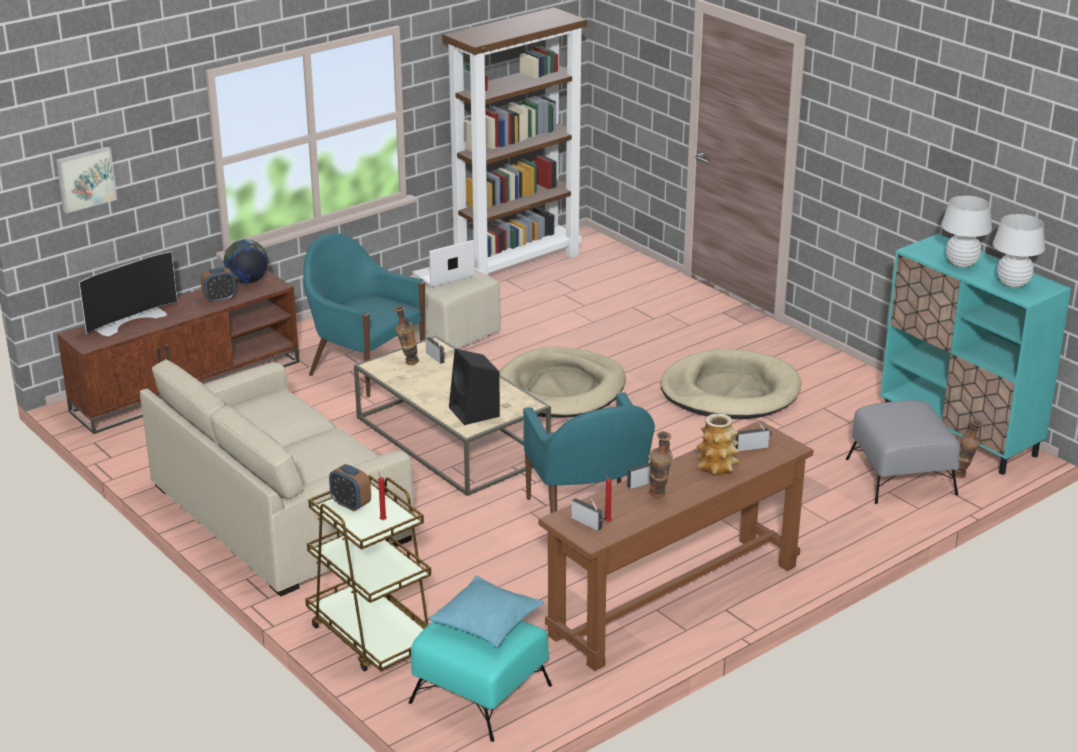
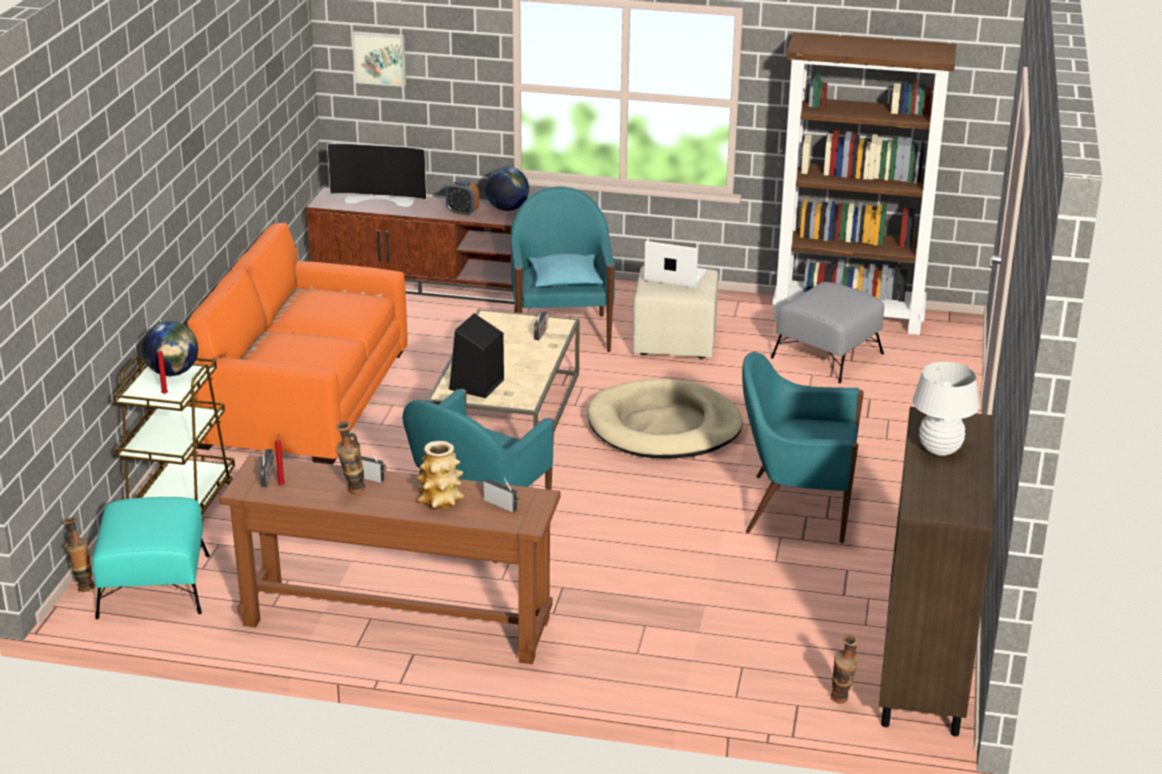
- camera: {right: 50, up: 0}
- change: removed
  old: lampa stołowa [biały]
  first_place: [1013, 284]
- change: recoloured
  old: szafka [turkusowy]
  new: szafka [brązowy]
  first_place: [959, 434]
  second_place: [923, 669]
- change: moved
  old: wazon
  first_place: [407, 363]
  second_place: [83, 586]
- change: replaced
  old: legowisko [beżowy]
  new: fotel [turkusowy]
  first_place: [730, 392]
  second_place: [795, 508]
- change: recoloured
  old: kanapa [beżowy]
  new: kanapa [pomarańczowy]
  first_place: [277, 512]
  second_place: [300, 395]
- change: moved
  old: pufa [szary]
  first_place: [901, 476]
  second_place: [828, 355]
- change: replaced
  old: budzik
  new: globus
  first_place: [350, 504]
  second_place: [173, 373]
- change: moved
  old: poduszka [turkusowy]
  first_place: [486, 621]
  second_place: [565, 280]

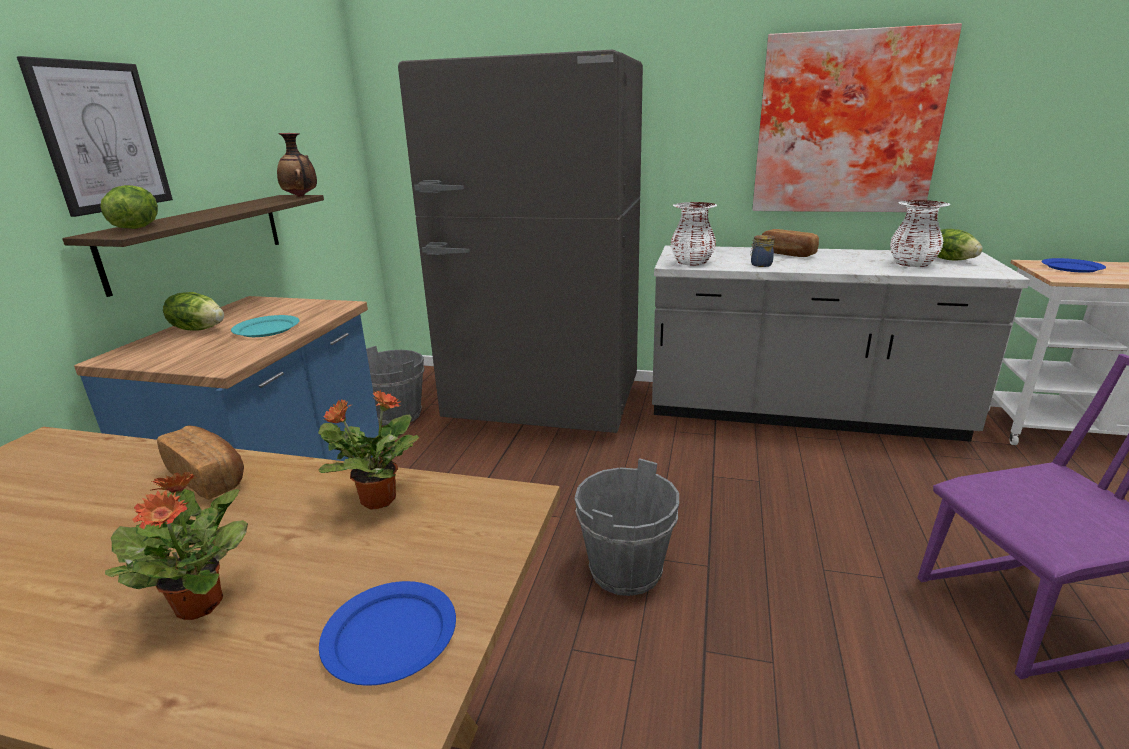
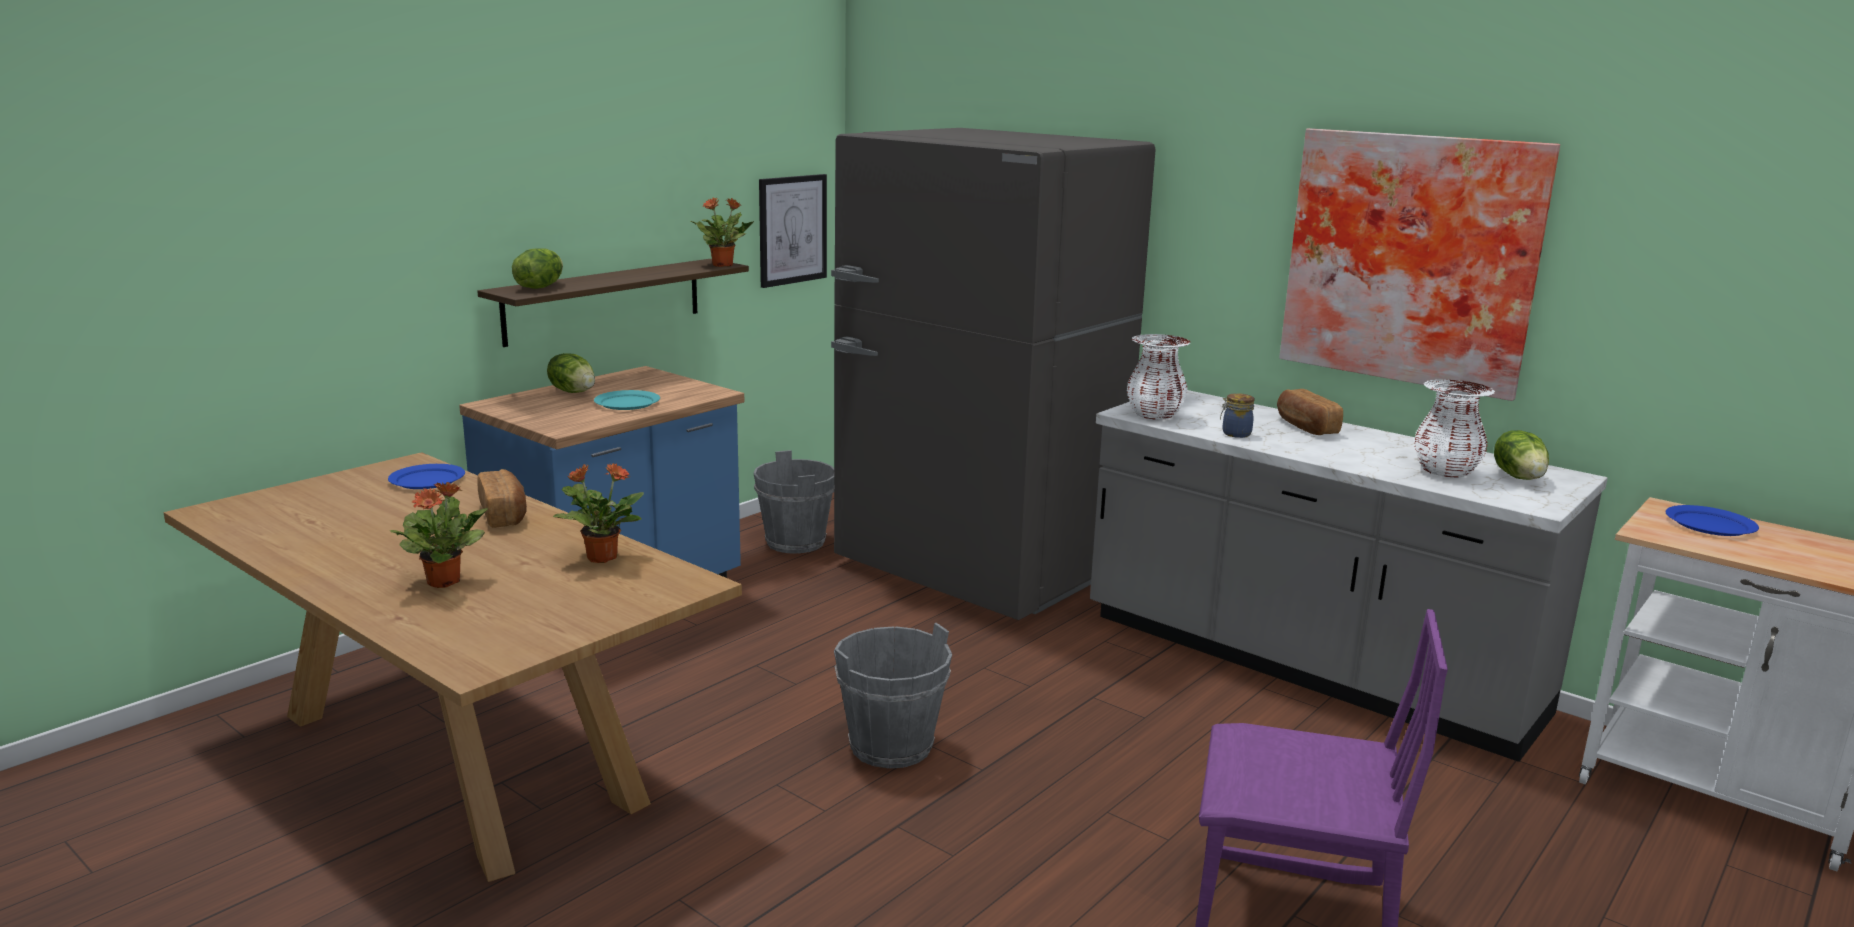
- camera: {right: 25, up: -5}
- change: moved
  old: obraz
  first_place: [102, 137]
  second_place: [792, 230]
- change: replaced
  old: wazon
  new: roślina doniczkowa
  first_place: [301, 196]
  second_place: [723, 265]
- change: moved
  old: talerz [niebieski]
  first_place: [391, 635]
  second_place: [427, 480]

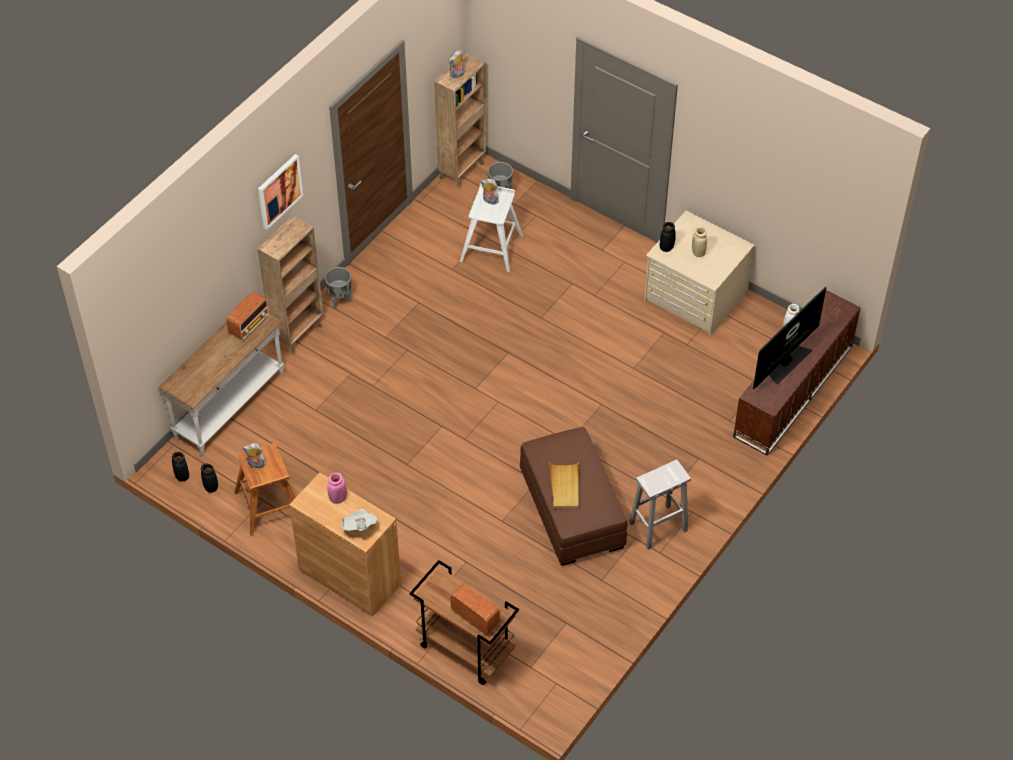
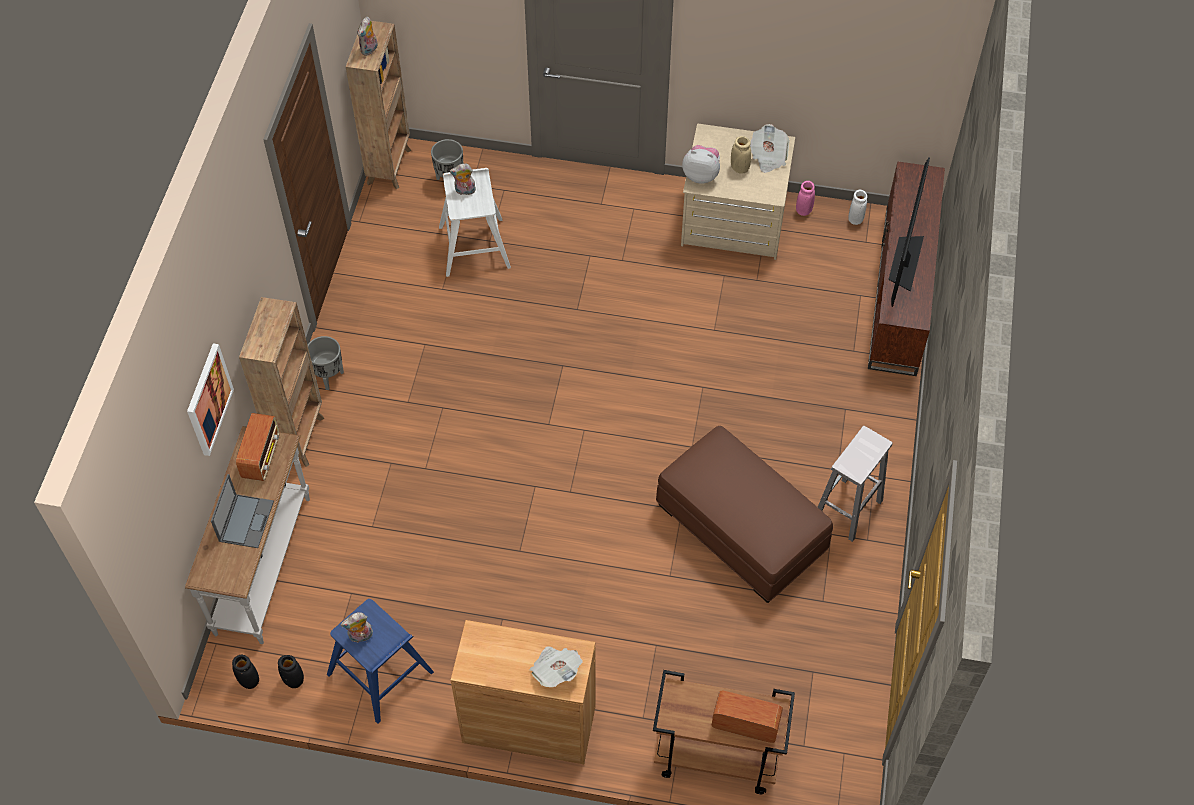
- camera: {right: -25, up: 5}
- change: moved
  old: obraz
  first_place: [279, 191]
  second_place: [208, 399]
- change: replaced
  old: wazon [czarny]
  new: pluszak
  first_place: [666, 247]
  second_place: [701, 175]
- change: recoloured
  old: stołek [brązowy]
  new: stołek [niebieski]
  first_place: [269, 506]
  second_place: [381, 674]
- change: removed
  old: taca [beżowy]
  first_place: [565, 487]
- change: moved
  old: wazon [różowy]
  first_place: [338, 498]
  second_place: [804, 210]
- change: added
  new: gazeta
  second_place: [768, 157]
- change: added
  new: laptop
  second_place: [246, 520]

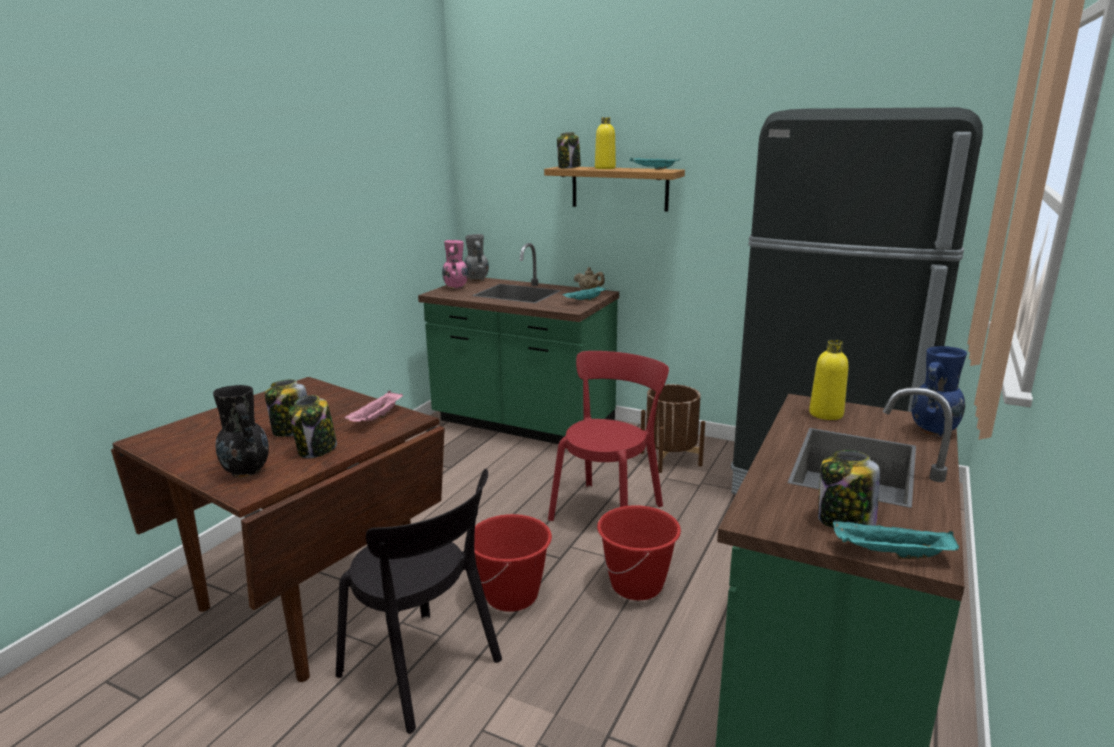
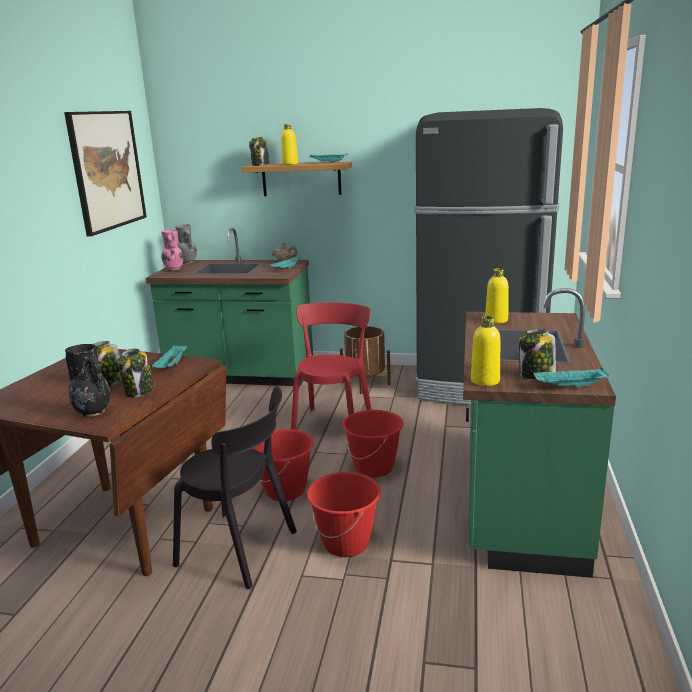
- camera: {right: -15, up: 0}
- change: removed
  old: wazon [niebieski]
  first_place: [932, 431]
- change: recoloured
  old: taca [różowy]
  new: taca [turkusowy]
  first_place: [376, 419]
  second_place: [172, 366]
- change: added
  new: obraz
  second_place: [107, 170]
- change: added
  new: butelka [żółty]
  second_place: [485, 381]
- change: added
  new: wiadro [czerwony]
  second_place: [346, 543]

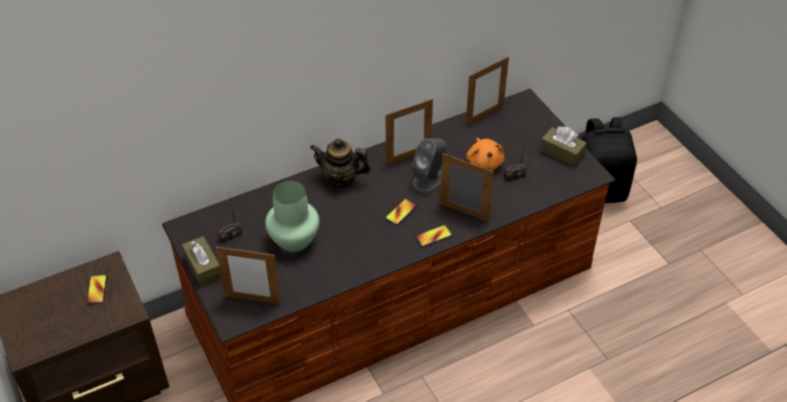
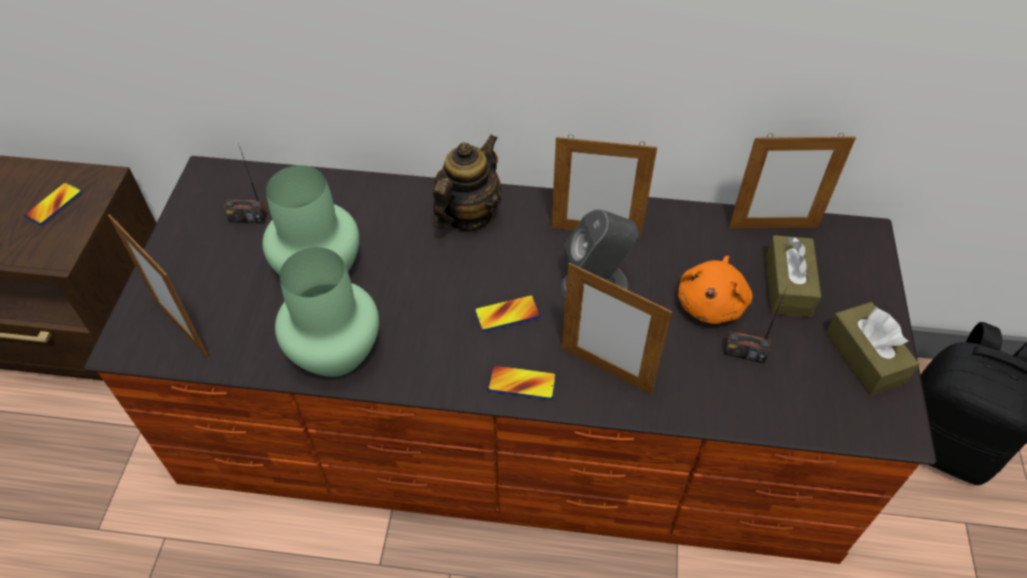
- camera: {right: 35, up: 5}
- change: turned
  old: imbryk
  first_place: [341, 179]
  second_place: [467, 215]
  degrees: 75
- change: turned
  old: ramka na zdjęcie
  first_place: [464, 212]
  second_place: [606, 370]
  degrees: 150
- change: moved
  old: pudełko chusteczek [brązowy]
  first_place: [203, 267]
  second_place: [788, 285]
- change: added
  new: wazon [zielony]
  second_place: [337, 353]

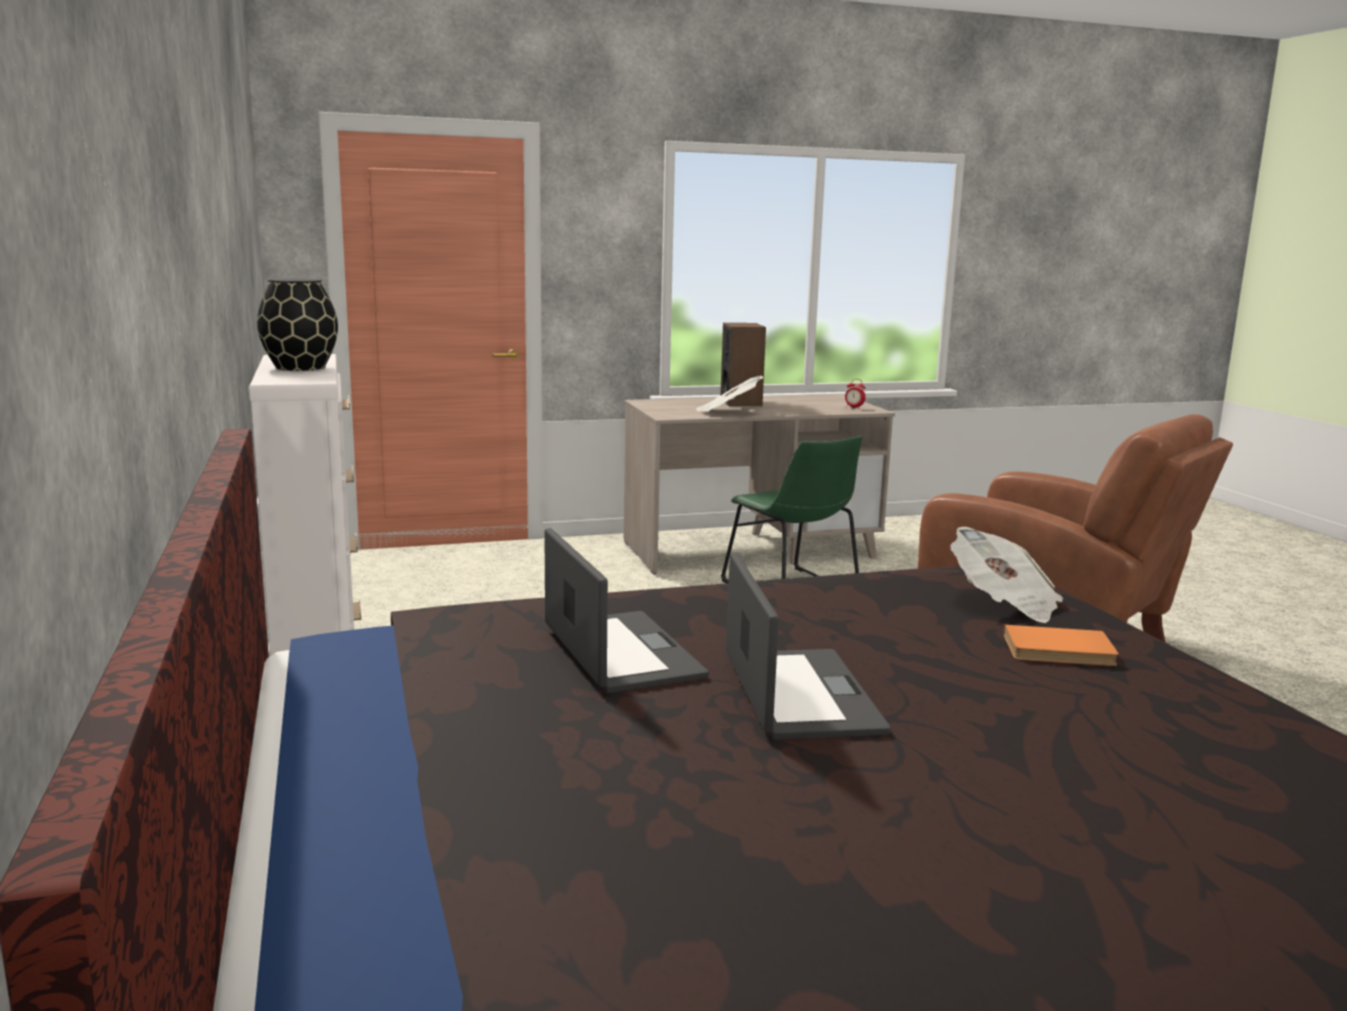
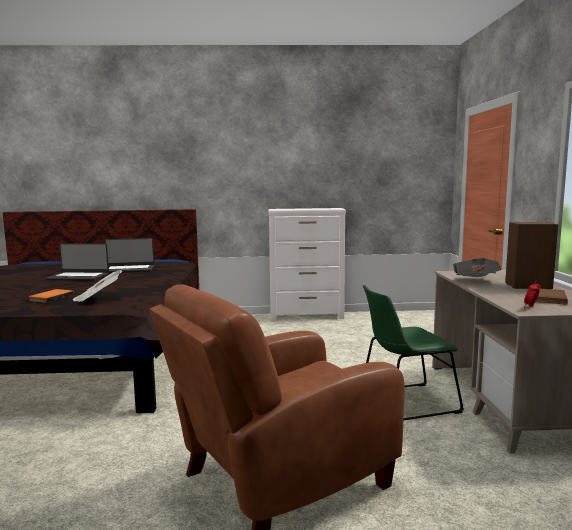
- camera: {right: 105, up: -5}
- change: removed
  old: wazon [czarny]
  first_place: [301, 367]
- change: added
  new: książka [brązowy]
  second_place: [547, 298]

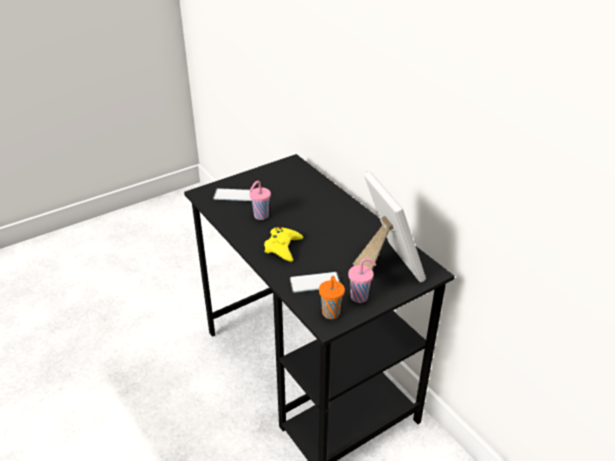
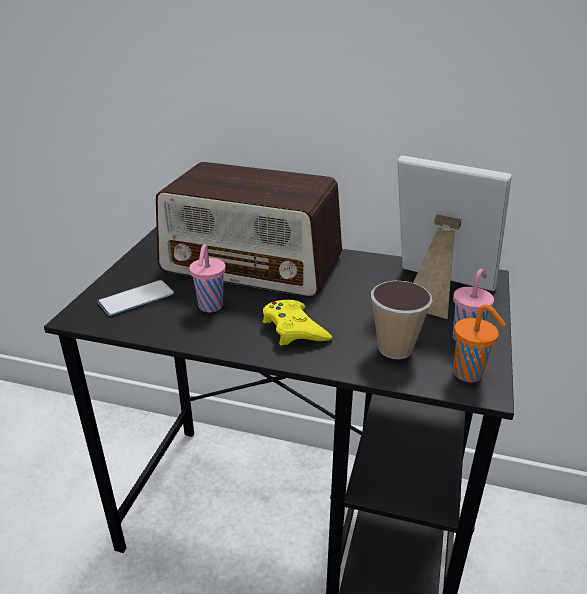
- camera: {right: -40, up: -5}
- change: replaced
  old: telefon
  new: filiżanka
  first_place: [315, 282]
  second_place: [395, 349]
- change: added
  new: radio
  second_place: [253, 264]

